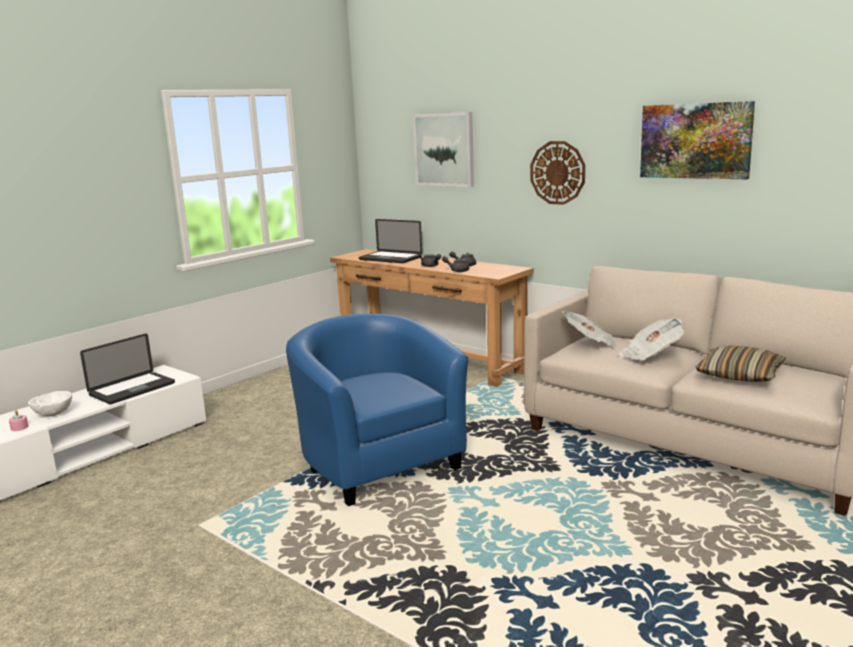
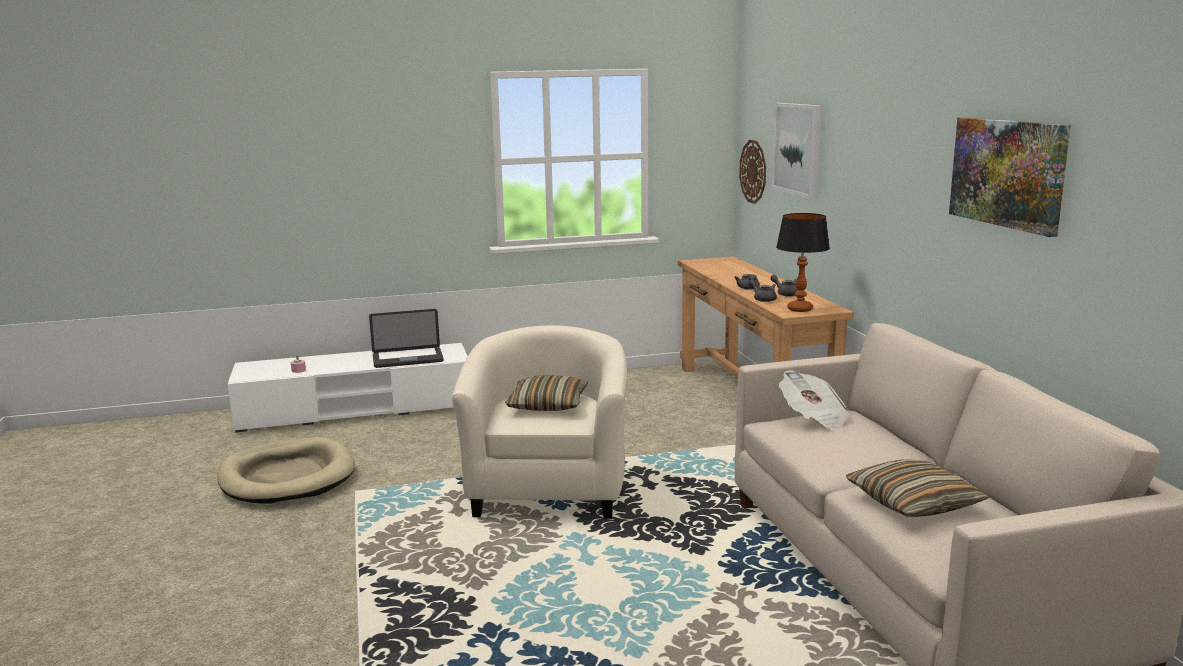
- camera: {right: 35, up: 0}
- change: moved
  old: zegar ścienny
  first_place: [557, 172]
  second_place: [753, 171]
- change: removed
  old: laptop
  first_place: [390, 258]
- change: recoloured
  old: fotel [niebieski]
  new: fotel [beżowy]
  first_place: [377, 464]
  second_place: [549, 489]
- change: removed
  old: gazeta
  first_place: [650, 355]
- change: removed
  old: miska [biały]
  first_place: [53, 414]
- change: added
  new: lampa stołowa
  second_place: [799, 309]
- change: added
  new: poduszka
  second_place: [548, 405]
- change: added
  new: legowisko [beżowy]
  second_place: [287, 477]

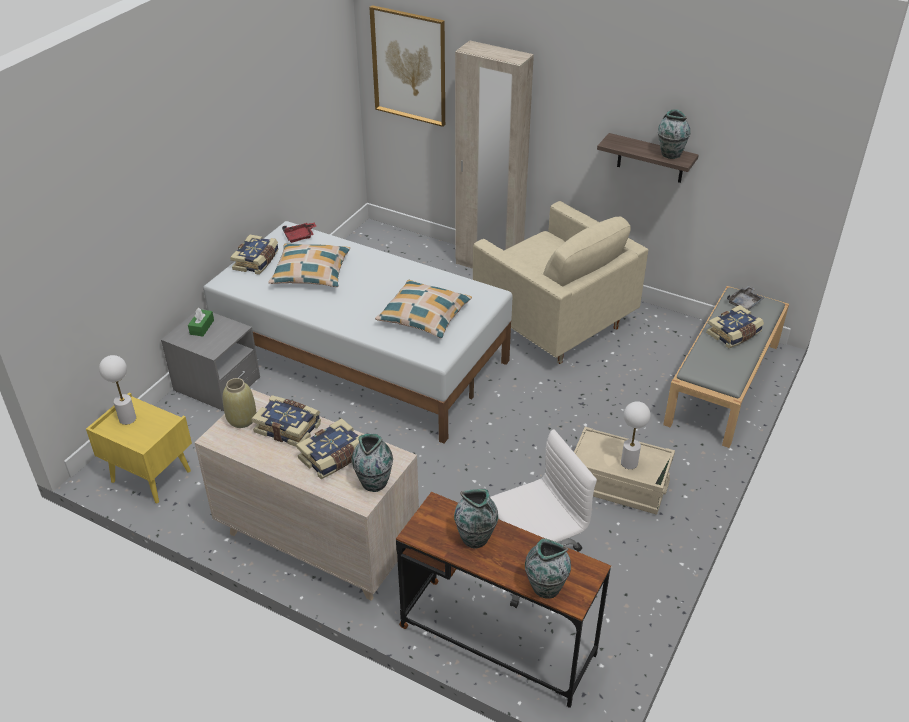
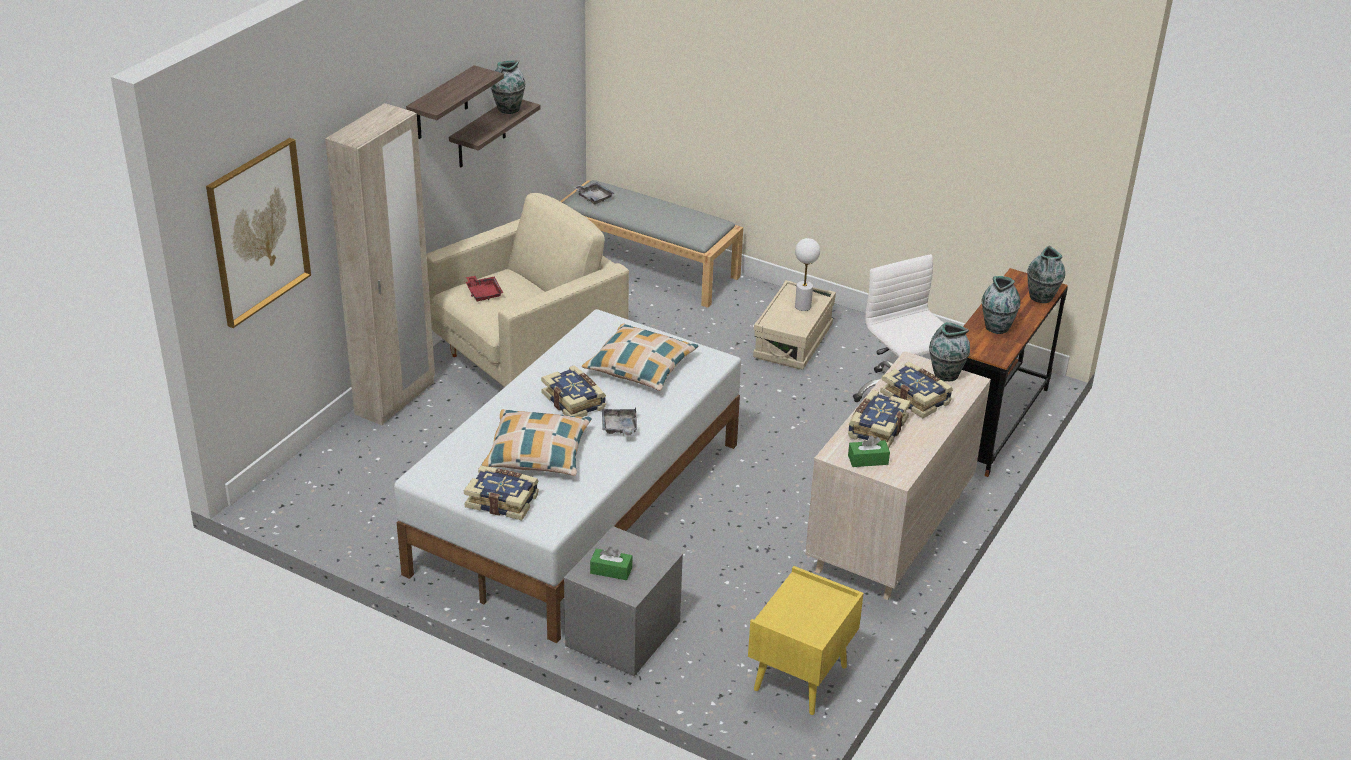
- camera: {right: -90, up: -5}
- change: moved
  old: taca [czerwony]
  first_place: [300, 236]
  second_place: [483, 293]
- change: moved
  old: książka
  first_place: [734, 334]
  second_place: [575, 401]
- change: removed
  old: lampa stołowa [biały]
  first_place: [127, 419]
- change: replaced
  old: wazon [beżowy]
  new: pudełko chusteczek [zielony]
  first_place: [242, 420]
  second_place: [868, 460]
- change: added
  new: półka
  second_place: [441, 104]
- change: added
  new: taca [szary]
  second_place: [619, 428]

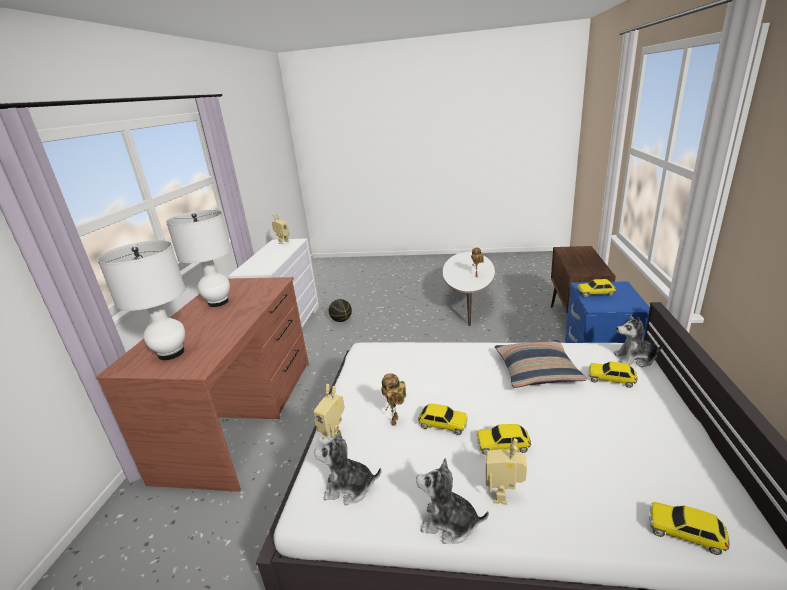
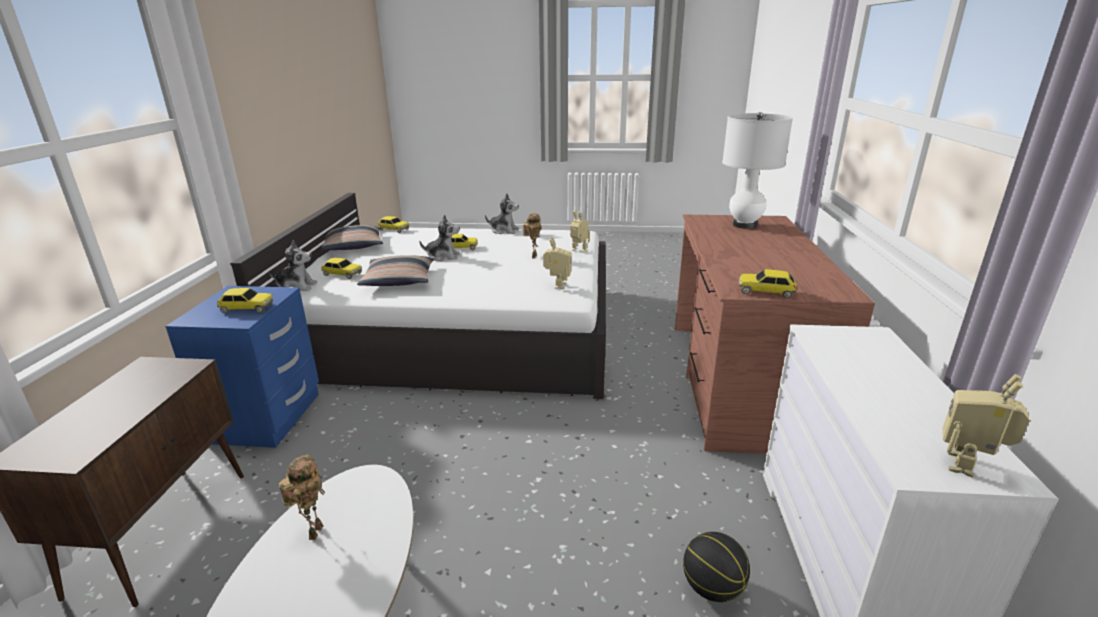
- camera: {right: 175, up: 0}
- change: removed
  old: lampa stołowa [biały]
  first_place: [218, 302]
- change: moved
  old: samochodzik
  first_place: [443, 425]
  second_place: [766, 292]
- change: moved
  old: pluszak
  first_place: [349, 488]
  second_place: [443, 256]
- change: moved
  old: robot zabawkowy
  first_place: [504, 495]
  second_place: [557, 285]
- change: added
  new: poduszka
  second_place: [354, 246]

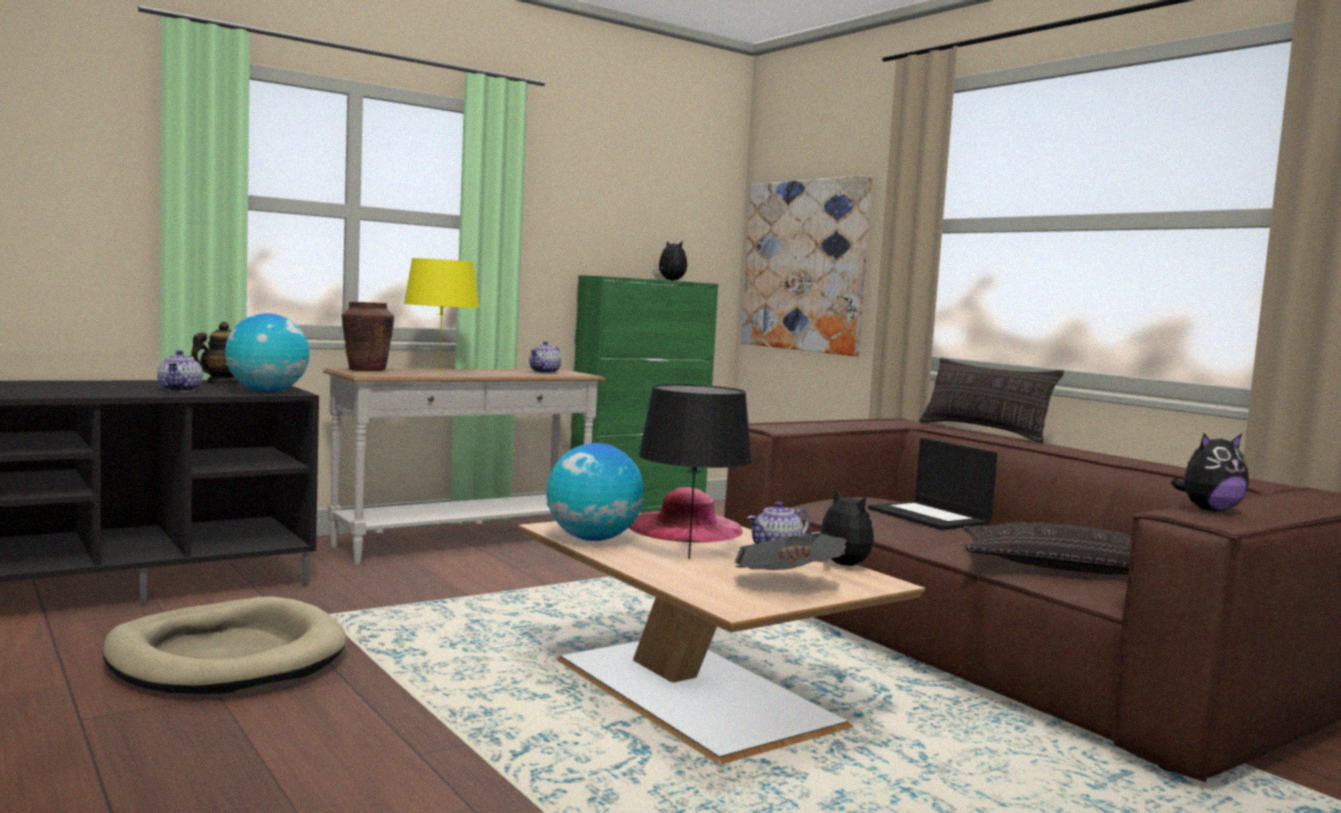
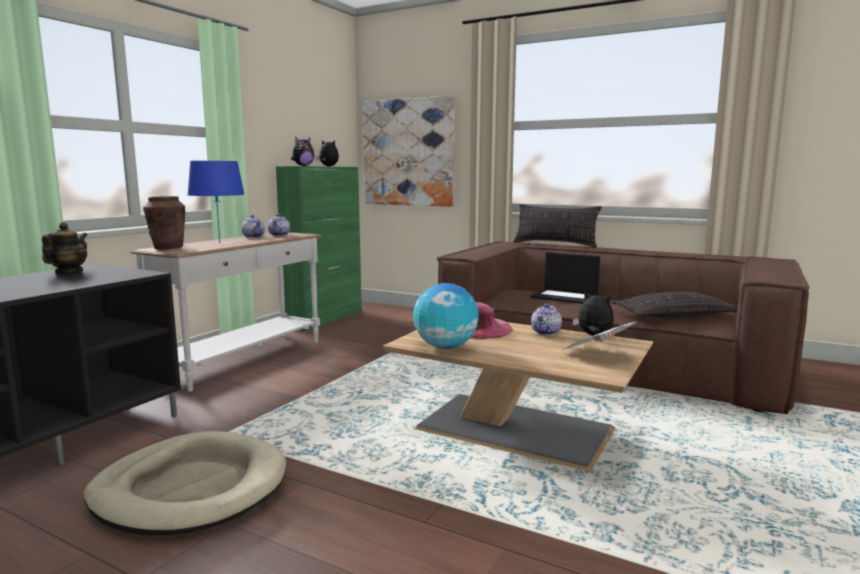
- camera: {right: -25, up: 5}
- change: recoloured
  old: lampa stołowa [żółty]
  new: lampa stołowa [niebieski]
  first_place: [440, 372]
  second_place: [220, 243]
- change: removed
  old: globus
  first_place: [267, 392]
- change: moved
  old: imbryk
  first_place: [180, 390]
  second_place: [254, 237]
- change: removed
  old: lampa stołowa [czarny]
  first_place: [689, 558]
- change: moved
  old: pluszak
  first_place: [1209, 510]
  second_place: [303, 166]

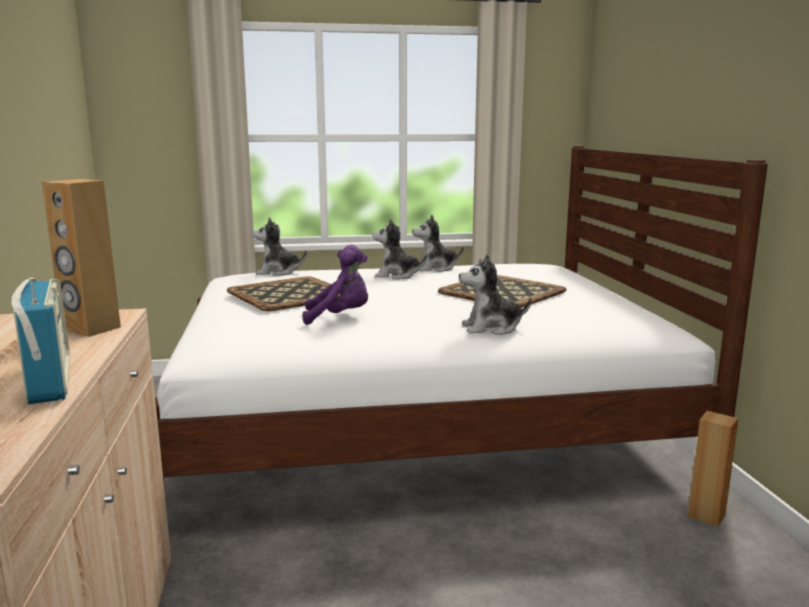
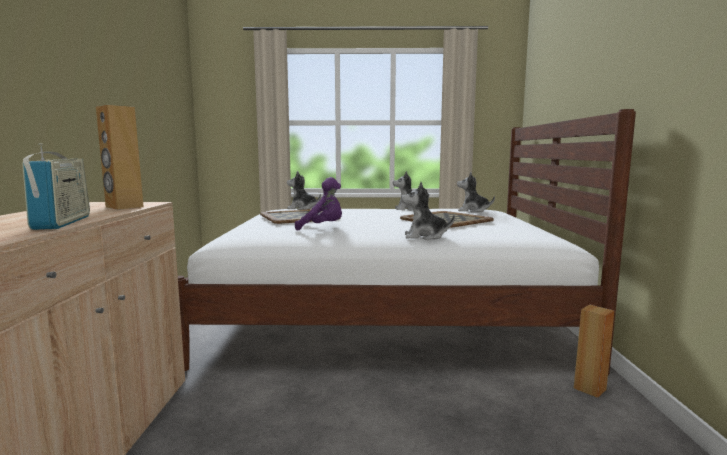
- camera: {right: 10, up: -5}
- change: moved
  old: pluszak
  first_place: [397, 275]
  second_place: [473, 211]

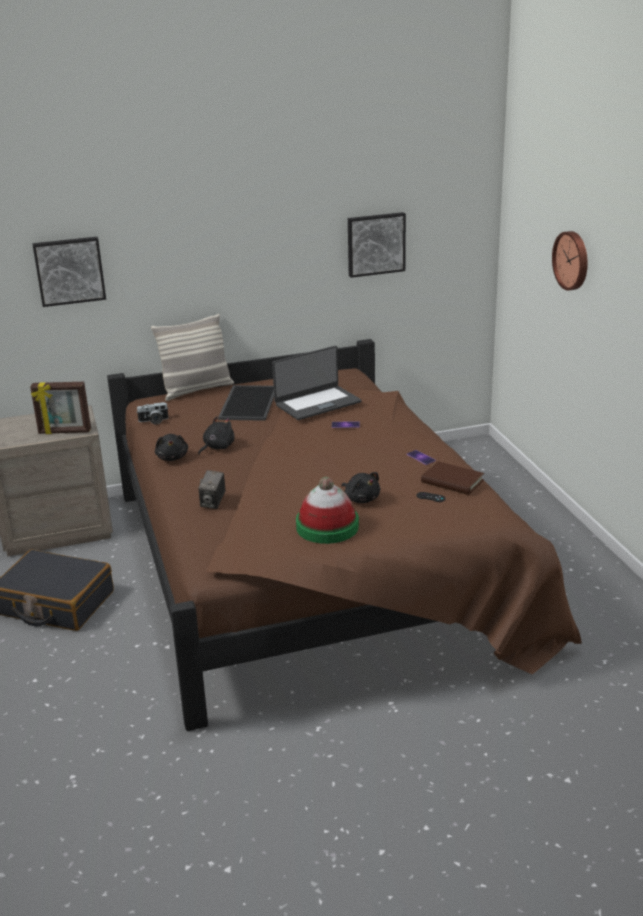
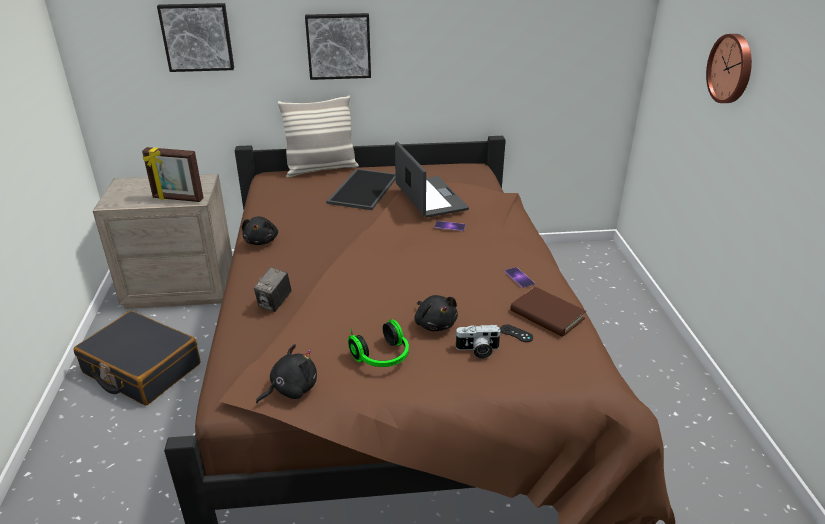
- camera: {right: 10, up: 5}
- change: moved
  old: obraz
  first_place: [375, 244]
  second_place: [338, 46]
- change: turned
  old: laptop
  first_place: [317, 403]
  second_place: [429, 197]
  degrees: -90
- change: moved
  old: aparat fotograficzny
  first_place: [153, 421]
  second_place: [477, 350]
- change: moved
  old: pluszak [czarny]
  first_place: [217, 447]
  second_place: [291, 389]
- change: replaced
  old: kapelusz
  new: słuchawki
  first_place: [327, 527]
  second_place: [382, 358]

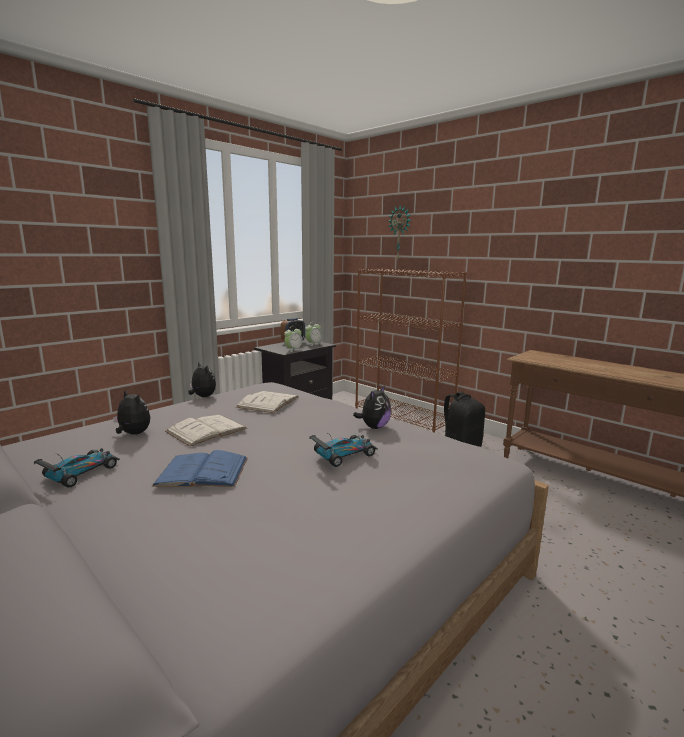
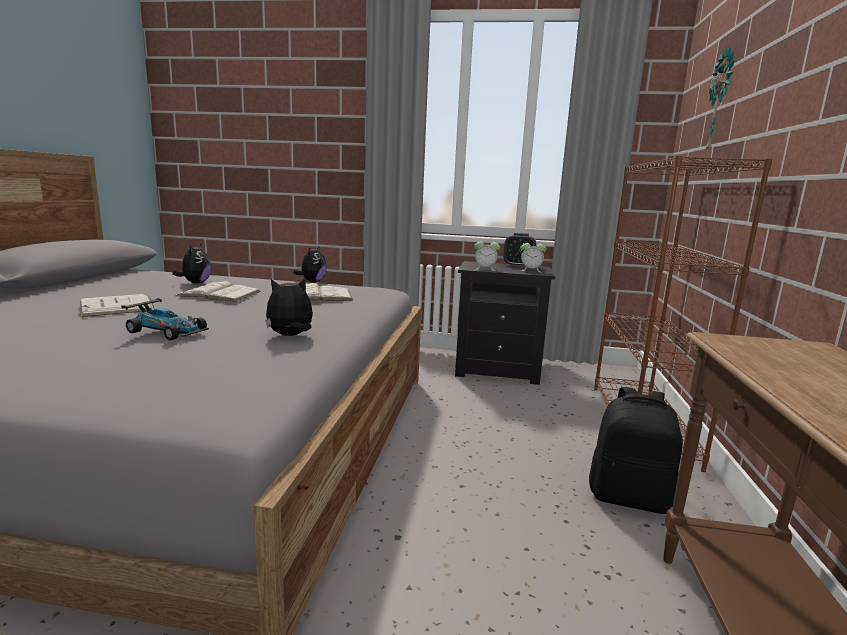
- camera: {right: 55, up: 0}
- change: turned
  old: pluszak
  first_place: [374, 427]
  second_place: [291, 336]
  degrees: 150
- change: removed
  old: samochodzik
  first_place: [80, 473]
- change: recoloured
  old: książka [niebieski]
  new: książka [biały]
  first_place: [202, 471]
  second_place: [115, 306]

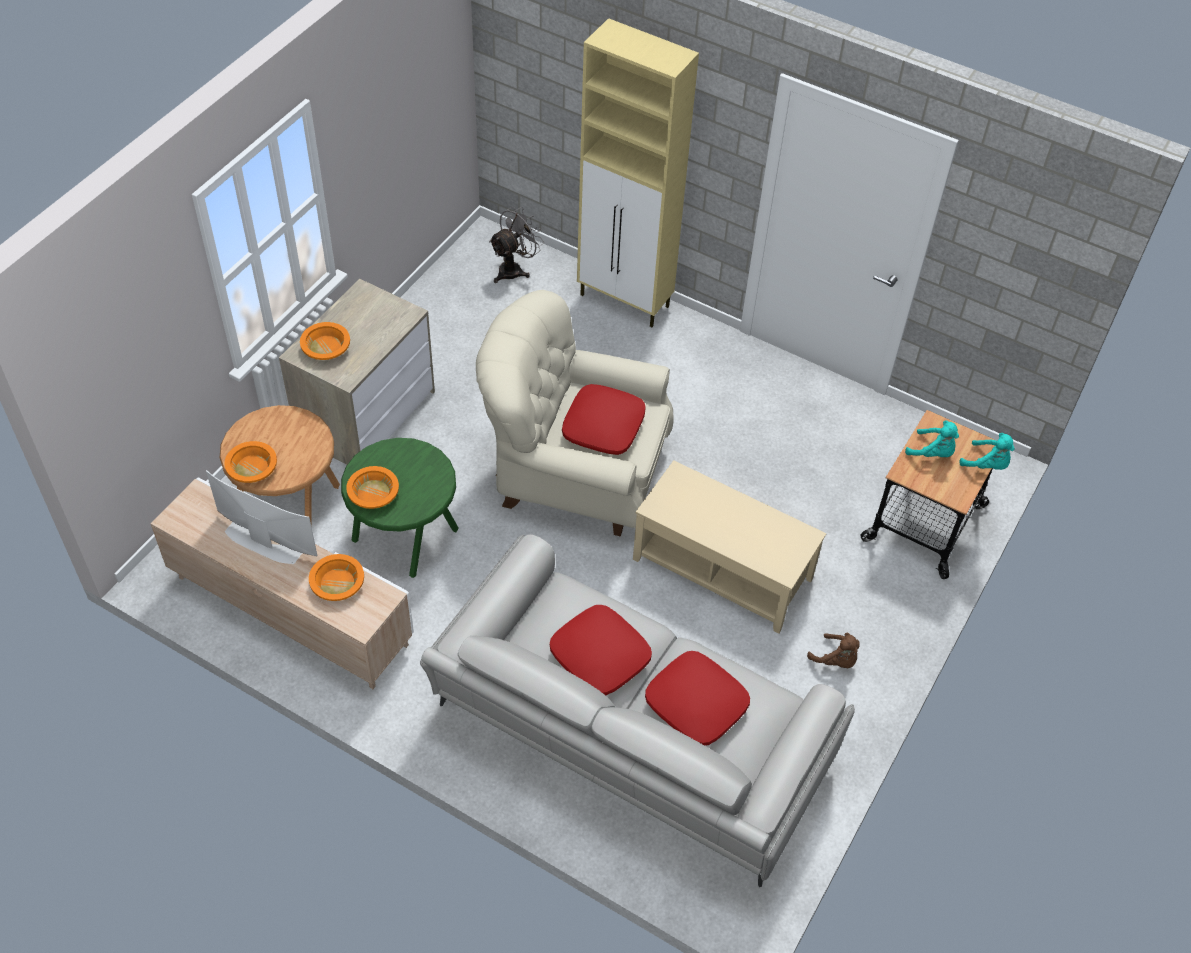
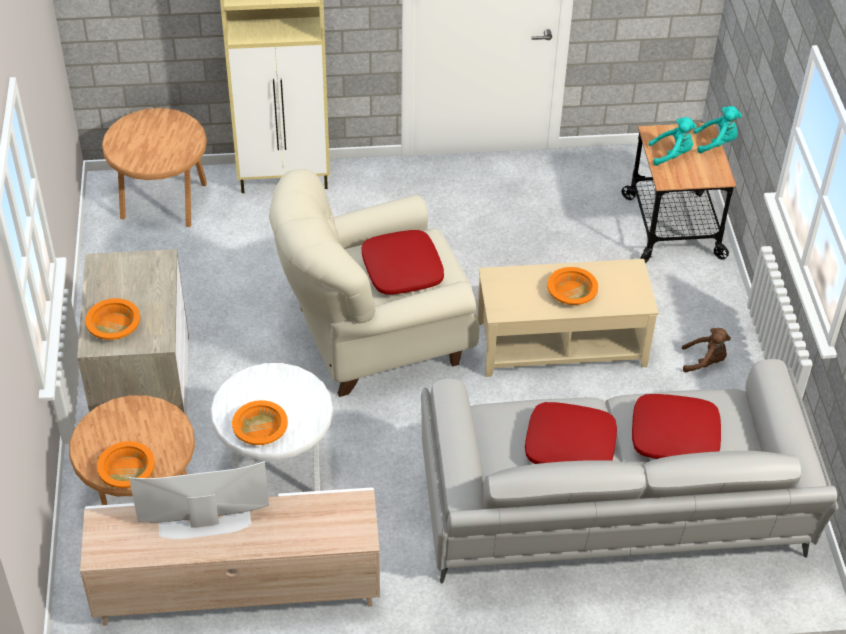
- camera: {right: -35, up: -5}
- change: replaced
  old: wentylator [szary]
  new: stolik [brązowy]
  first_place: [514, 269]
  second_place: [162, 200]
- change: recoloured
  old: stolik [zielony]
  new: stolik [biały]
  first_place: [404, 534]
  second_place: [276, 466]
- change: moved
  old: miska [pomarańczowy]
  first_place: [337, 583]
  second_place: [572, 293]

